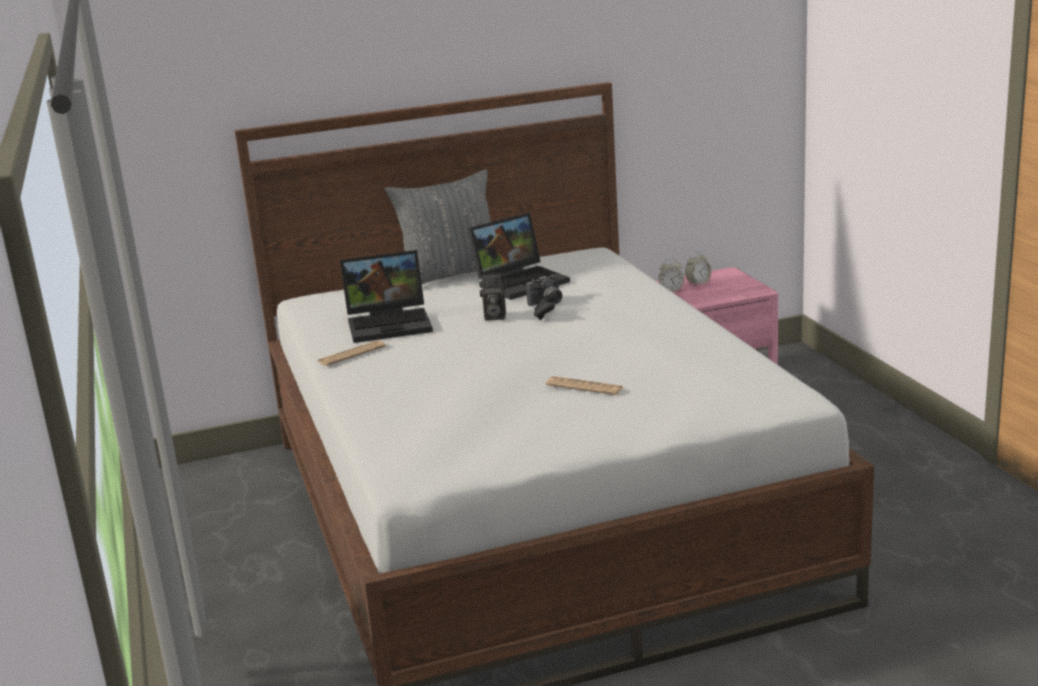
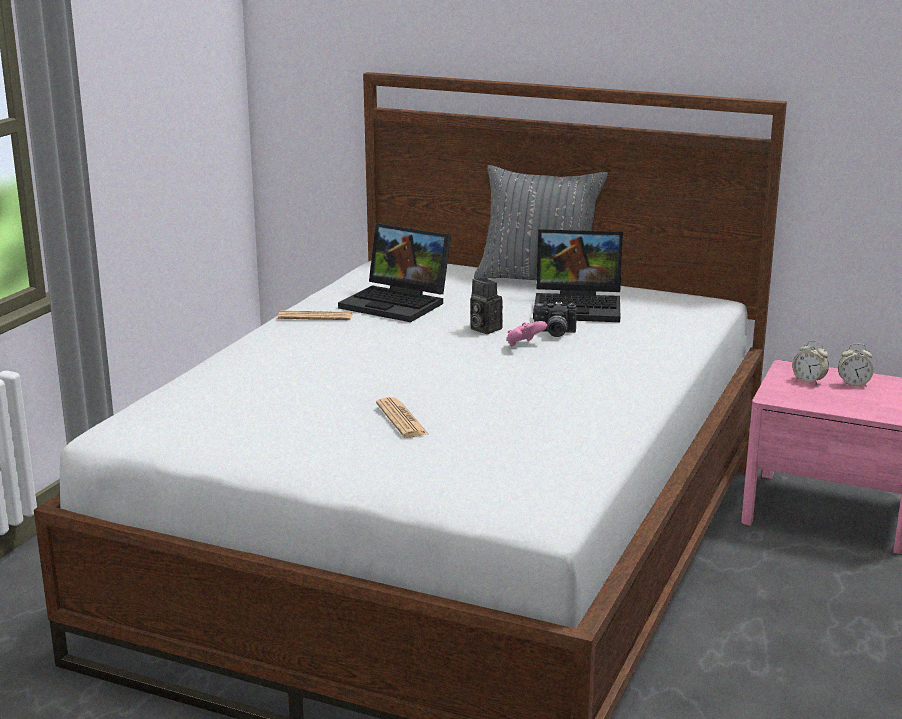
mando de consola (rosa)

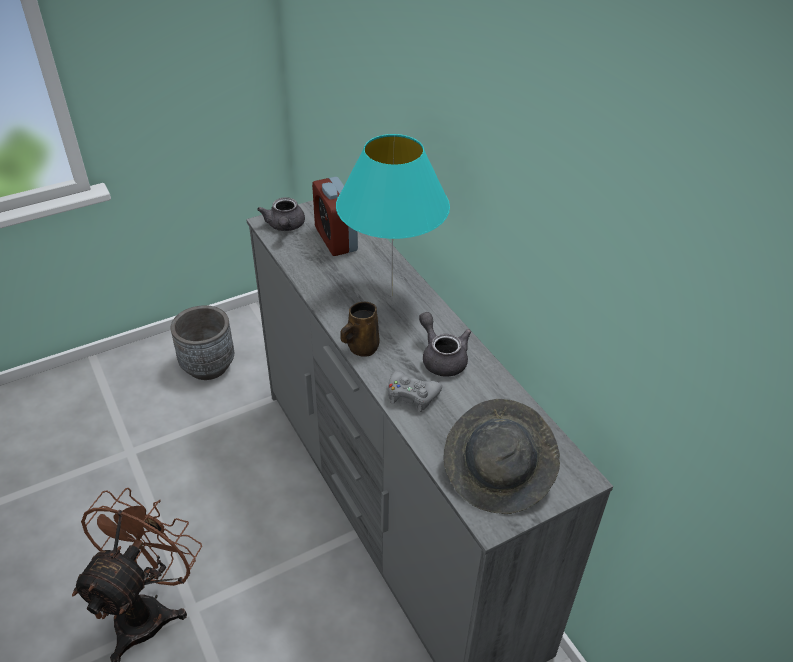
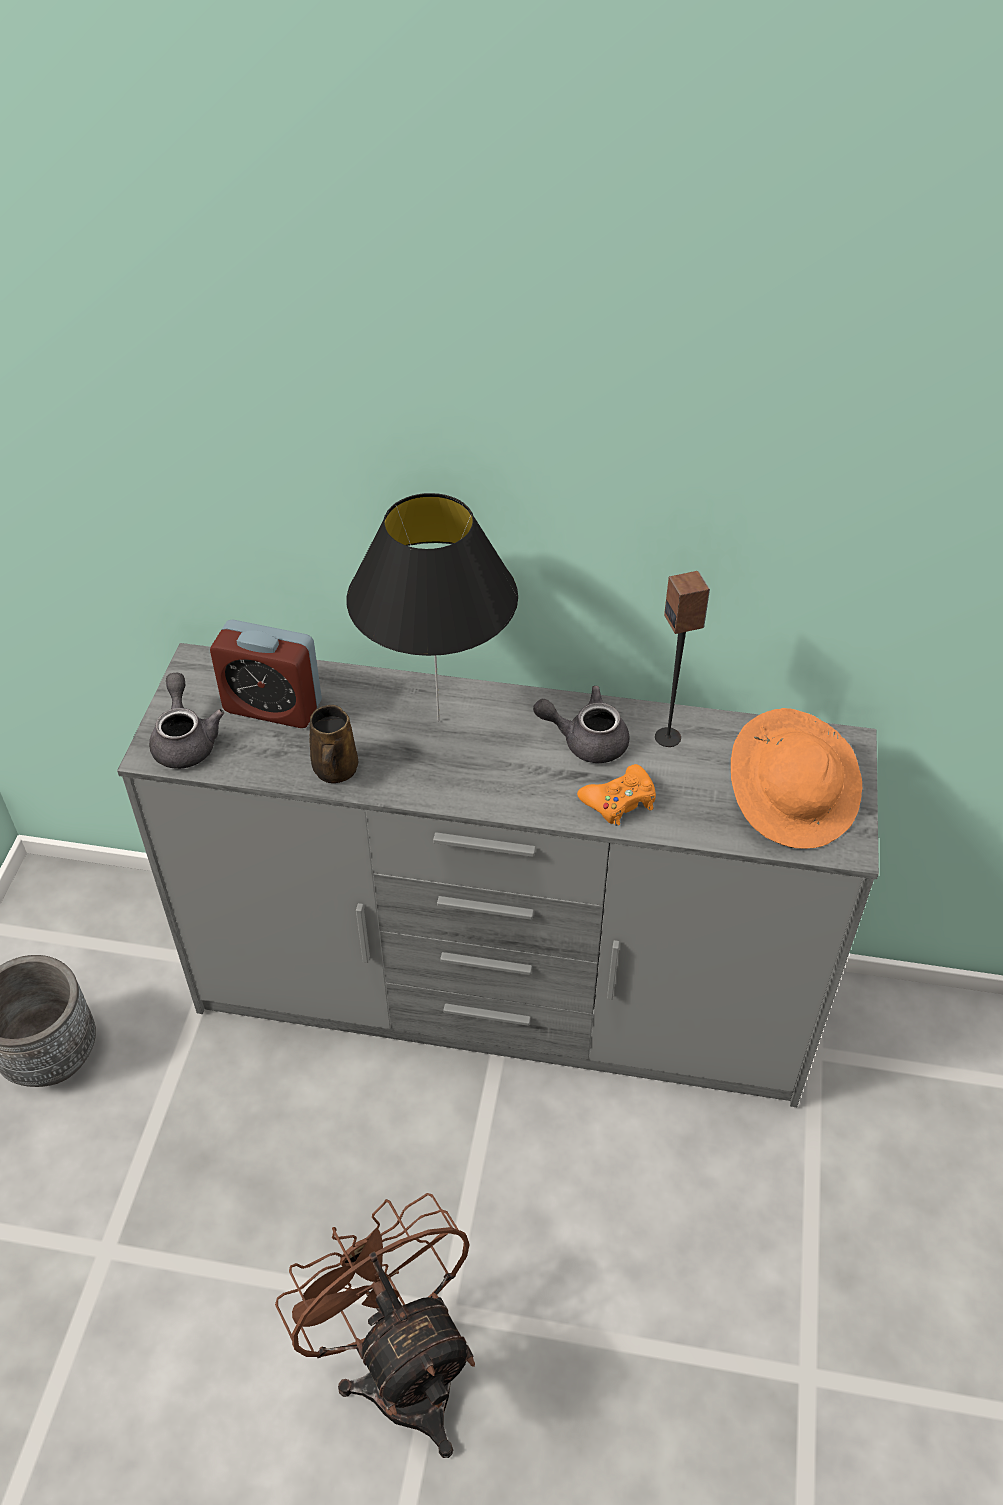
tetera (gris) (1st from left)
taza grande (marrón)
lámpara de mesa (negro)
mando de consola (naranja)
altavoz
sombrero (naranja)

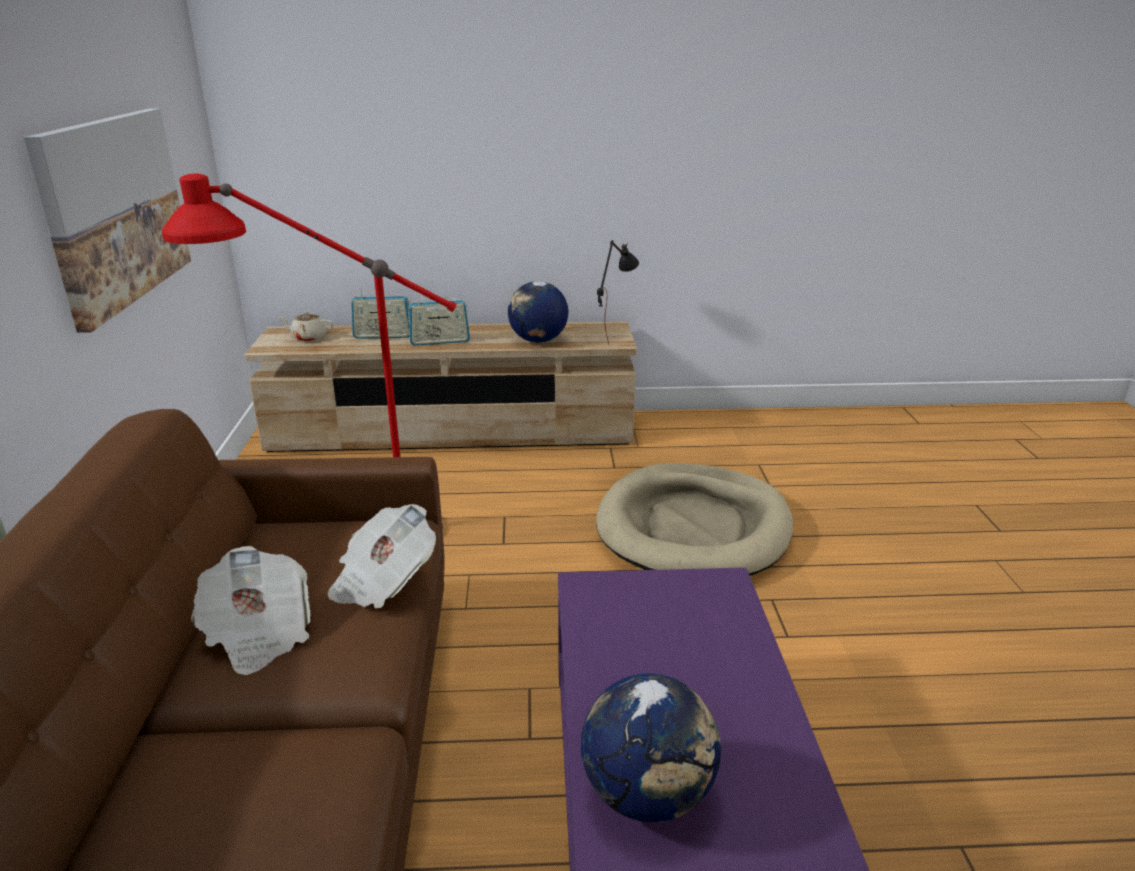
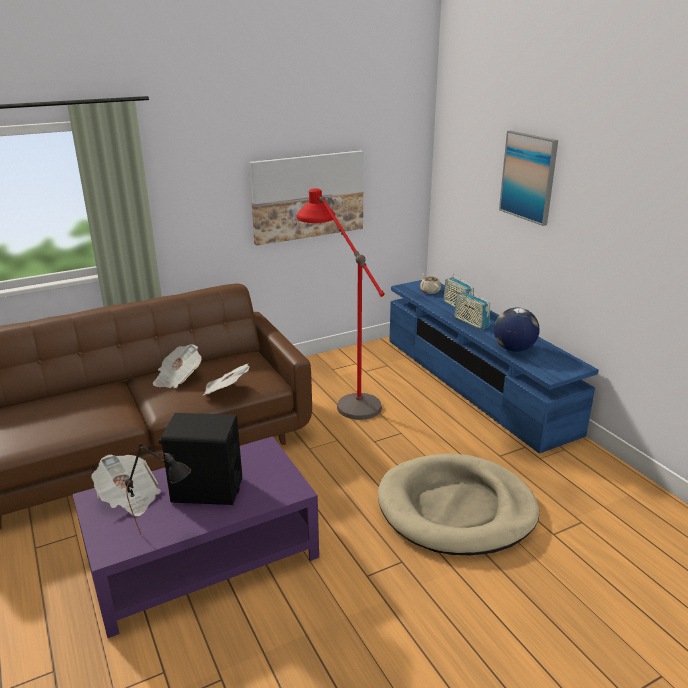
periódico (1st from left)
lámpara de mesa (negro)
altavoz (negro)
mueble de televisión (azul)
cuadro (2nd from left)

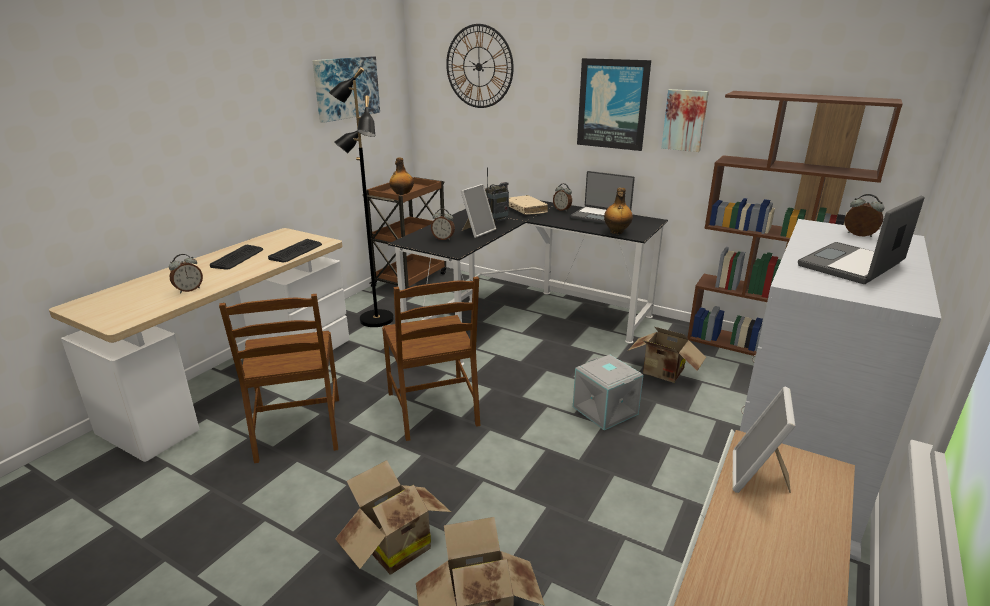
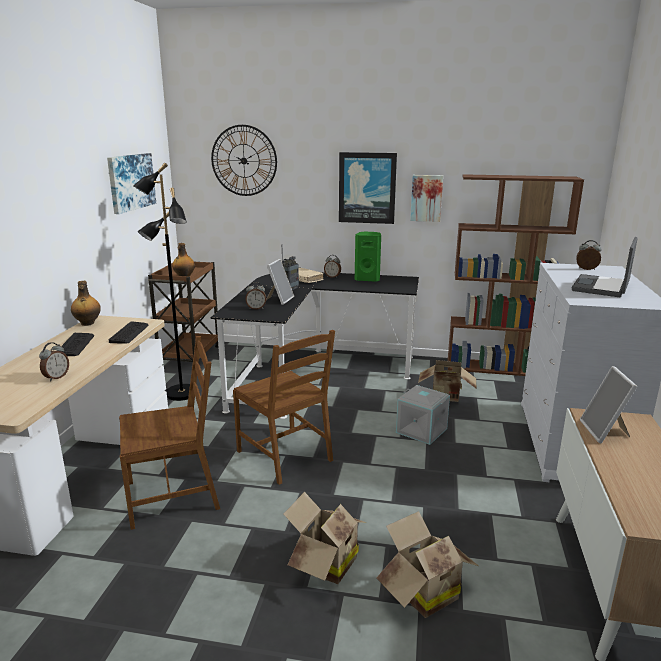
botella (1st from left)
silla (marrón) (1st from left)
altavoz (verde)

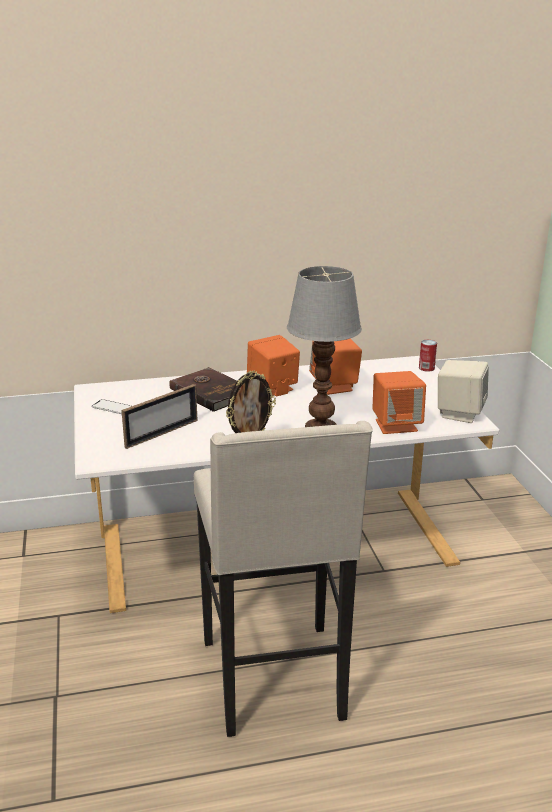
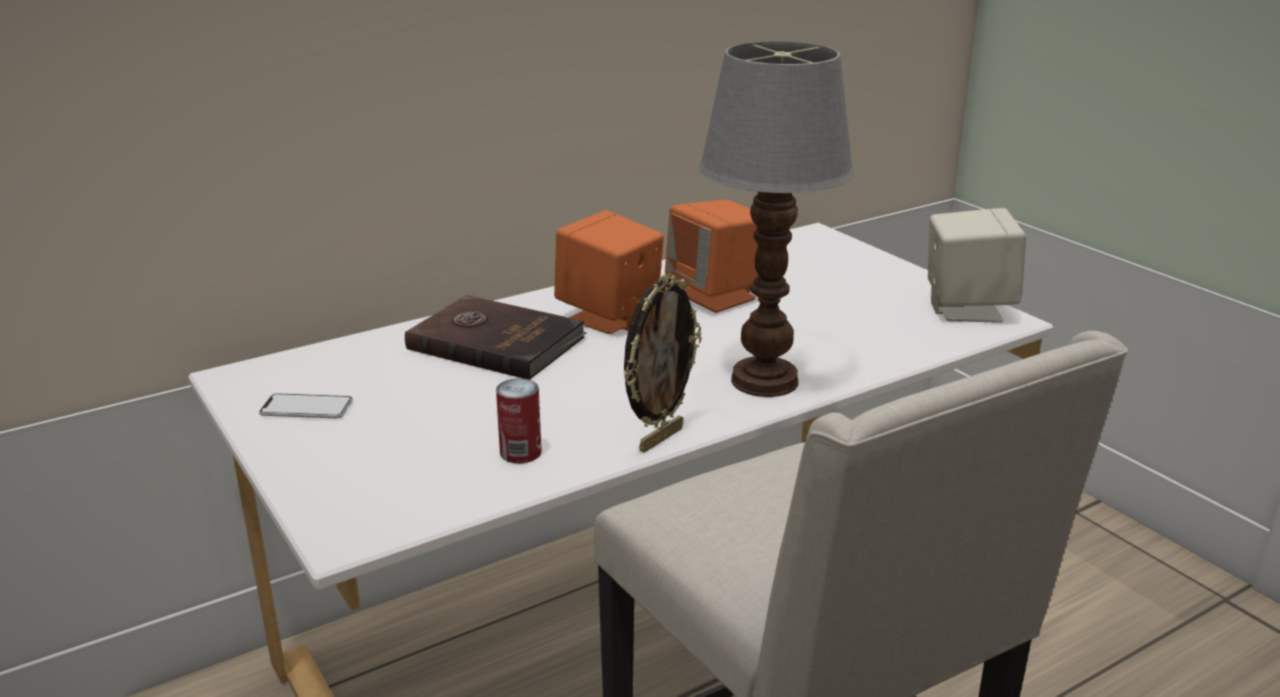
lata
portarretratos (1st from left in the first image)
altavoz (naranja) (3rd from left in the first image)

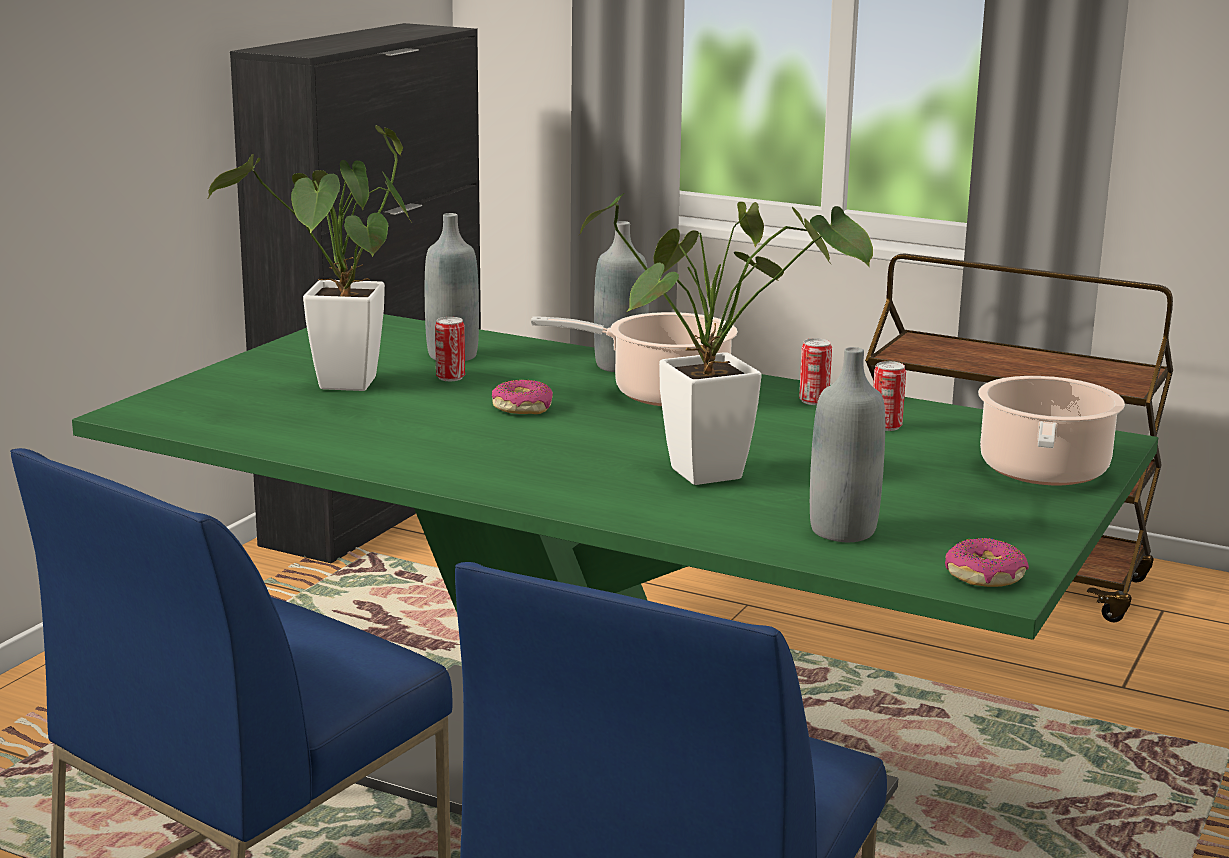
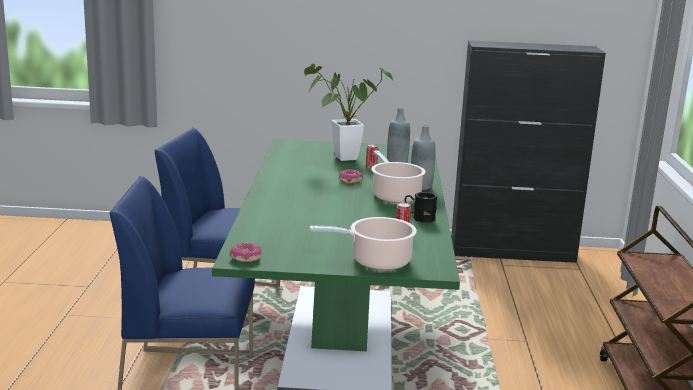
taza grande (negro)
planta en maceta (2nd from left in the first image)
botella (gris) (3rd from left in the first image)

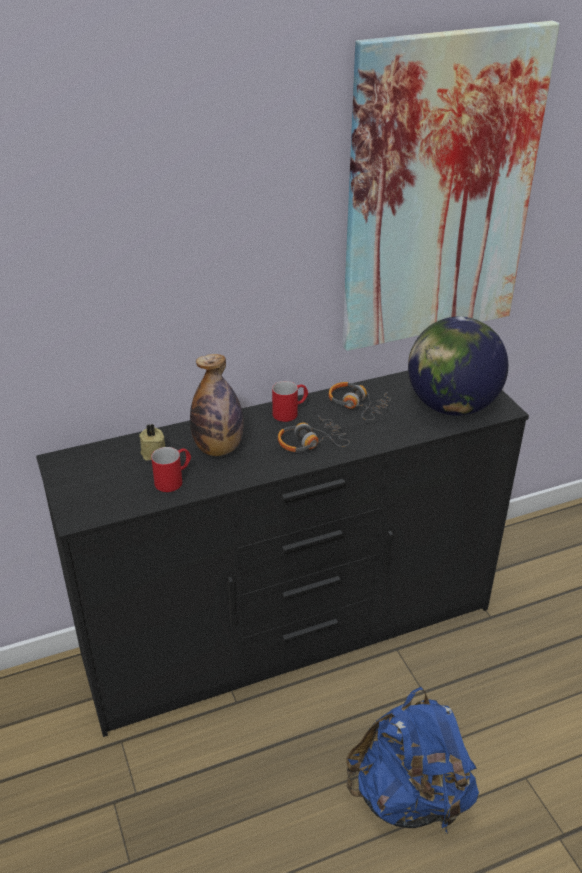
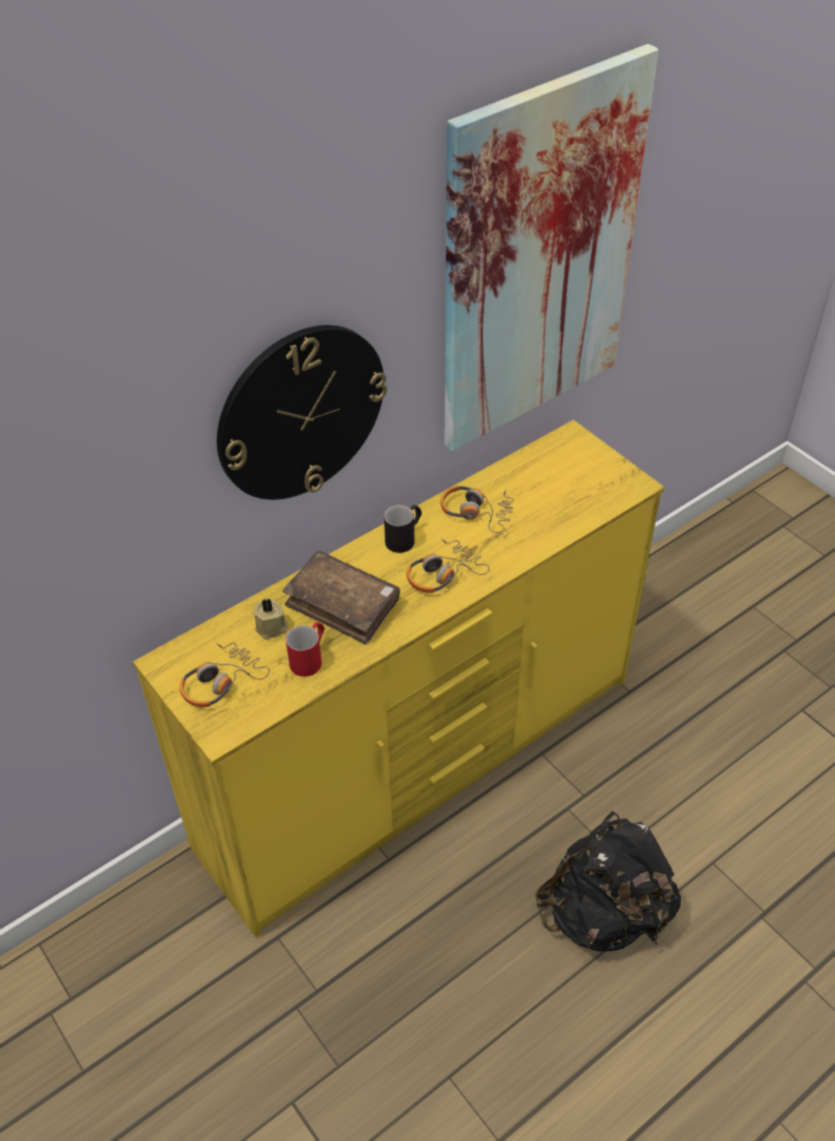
cómoda (amarillo)
auriculares (1st from left)
reloj de pared
libro (marrón)
taza grande (negro)
mochila (negro)
globo terráqueo

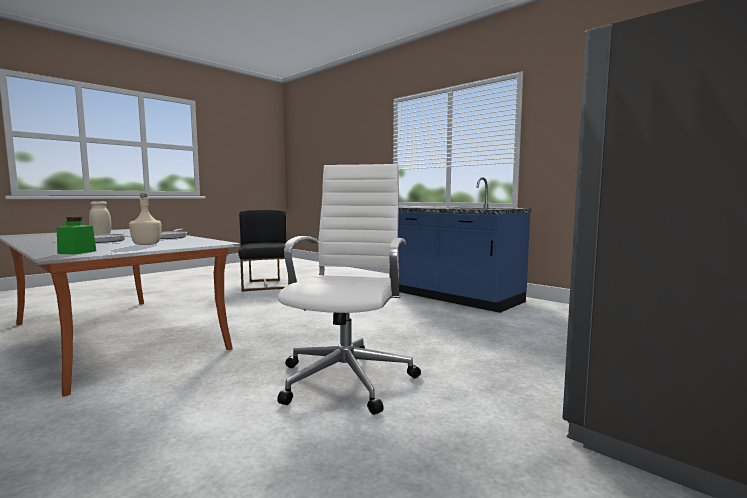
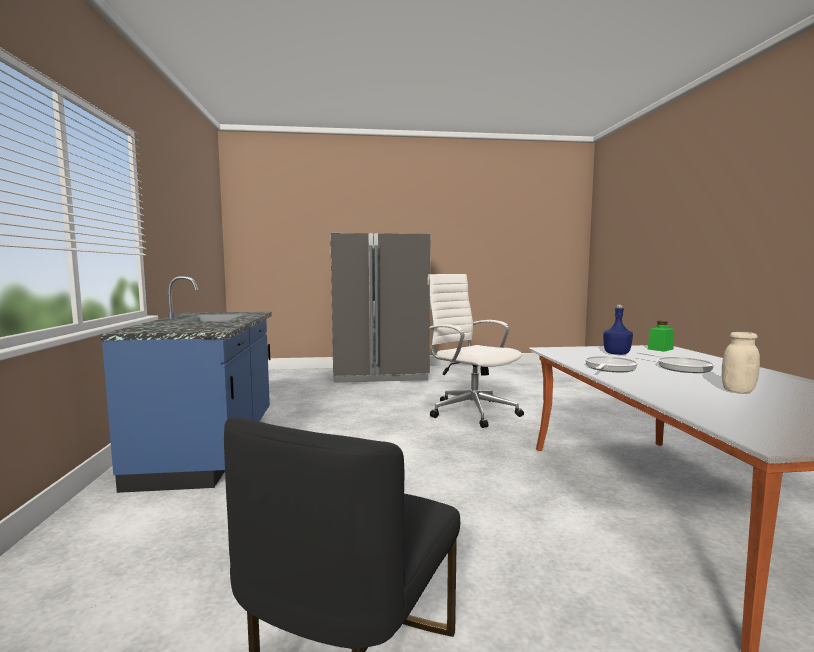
silla de oficina (blanco)
botella (azul)

